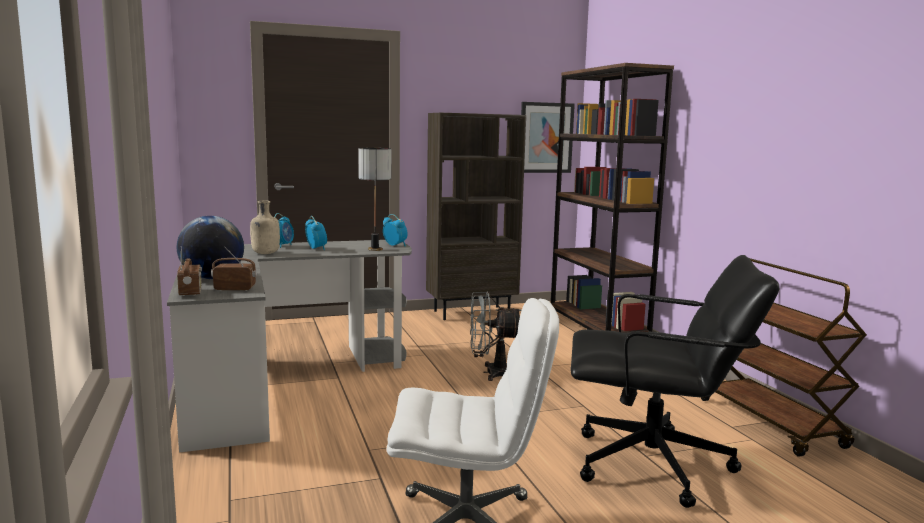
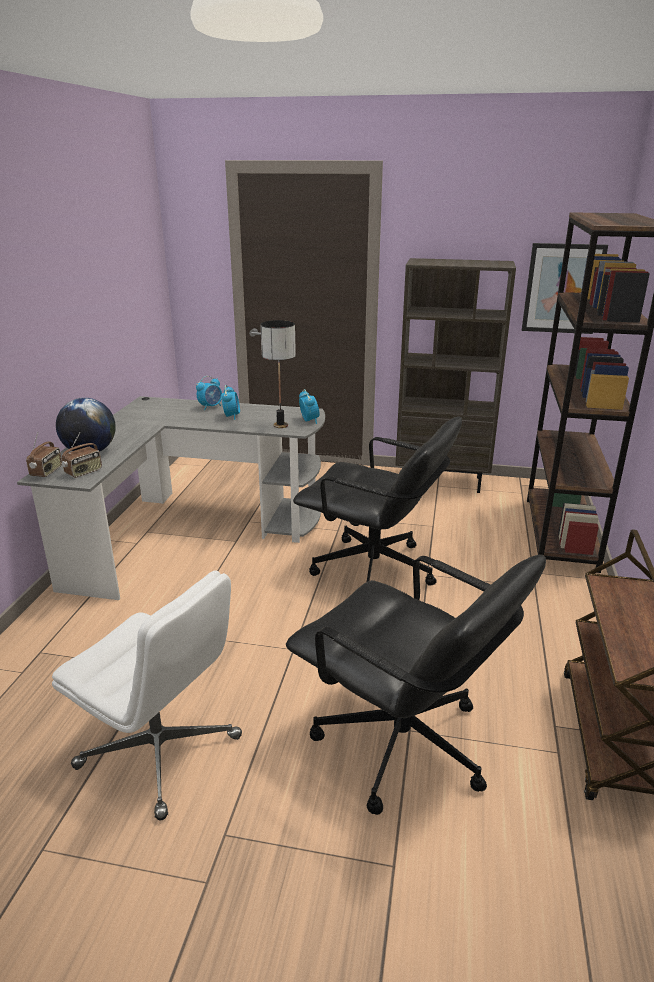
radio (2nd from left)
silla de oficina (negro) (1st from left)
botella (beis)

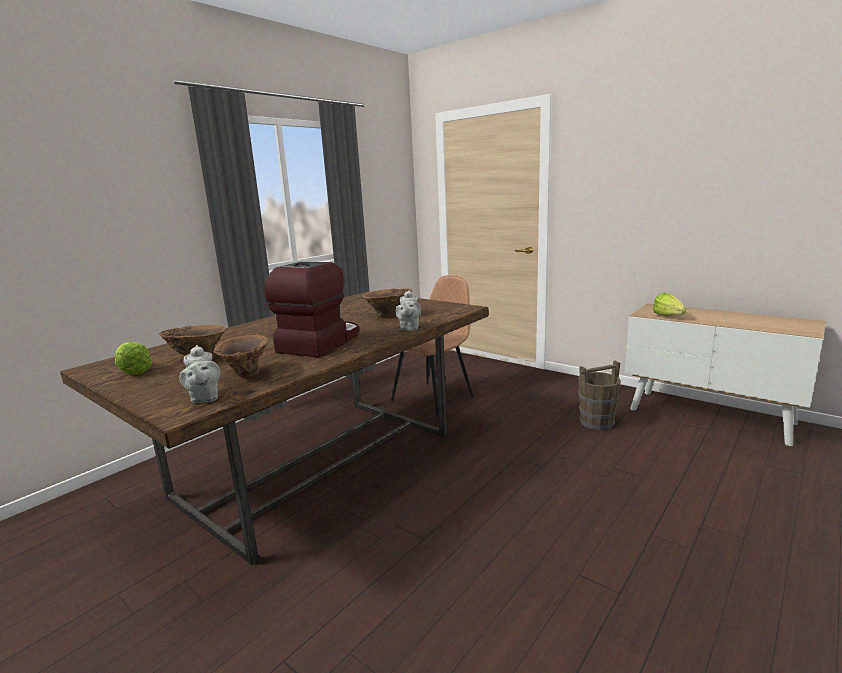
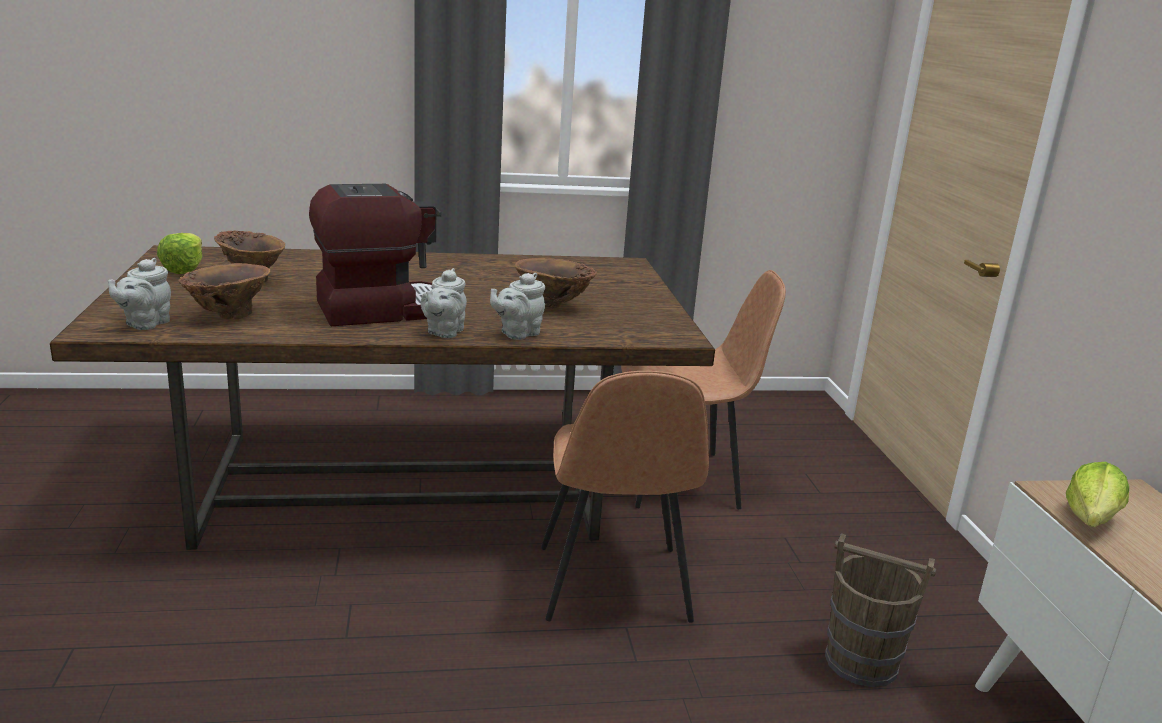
tetera (gris) (2nd from left)
silla (marrón) (1st from left)

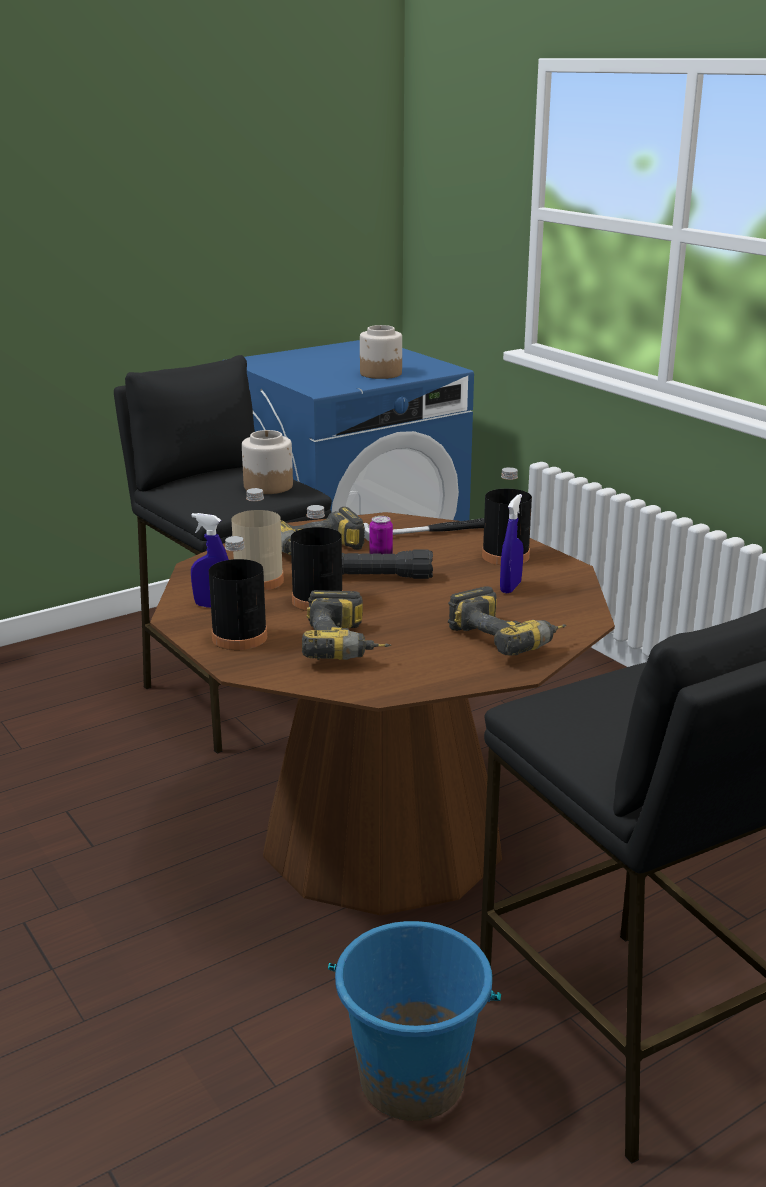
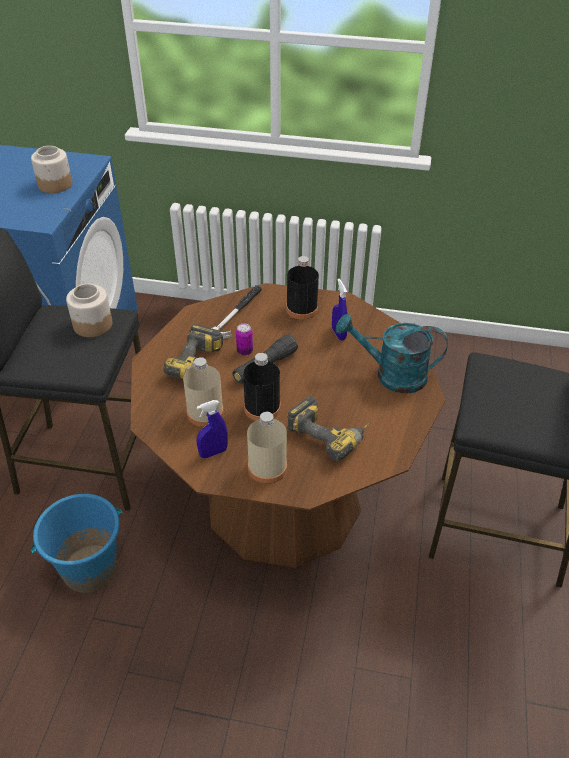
cubo (azul)
botella (beis) (2nd from left)
regadera (turquesa)

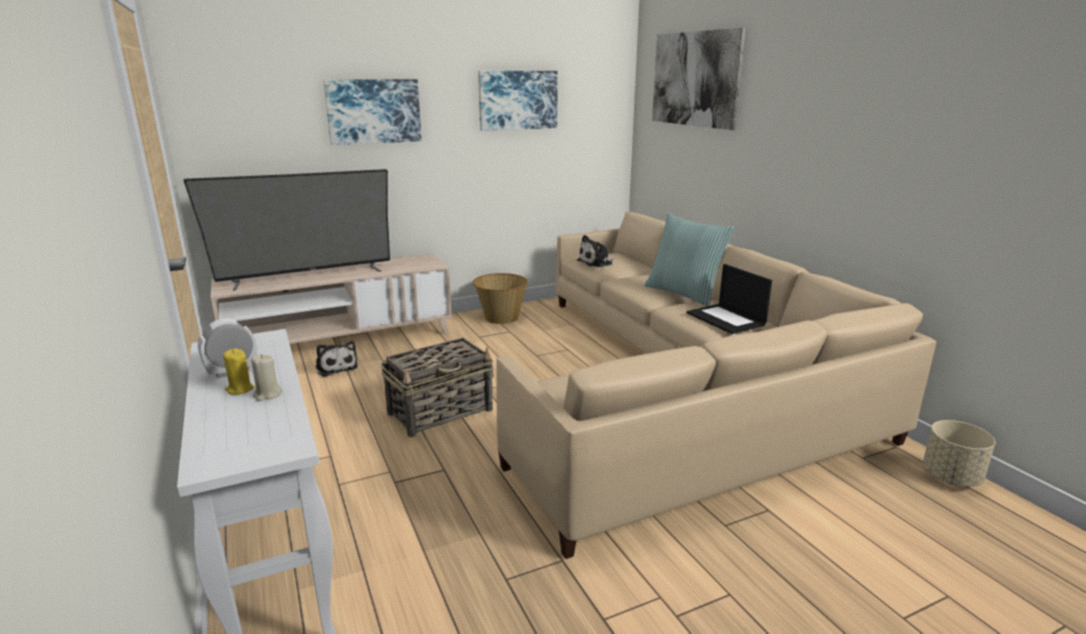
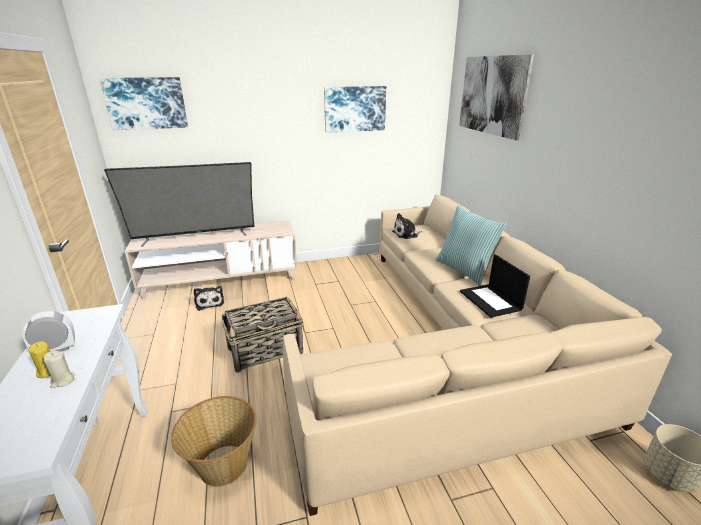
cuadro (1st from left)
cesta (1st from left)

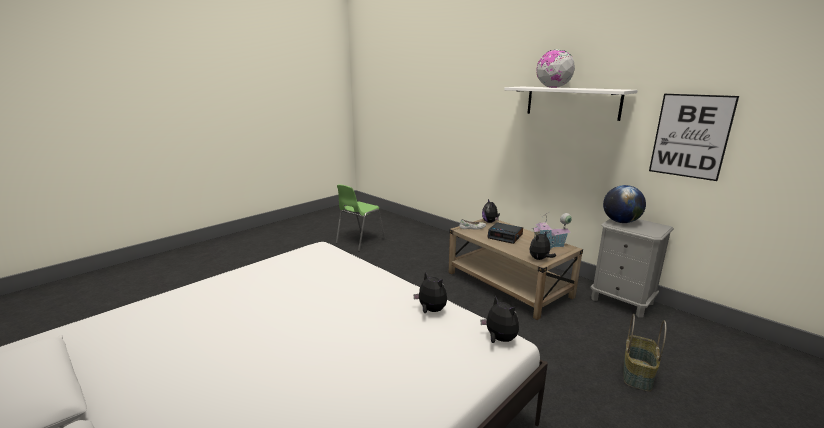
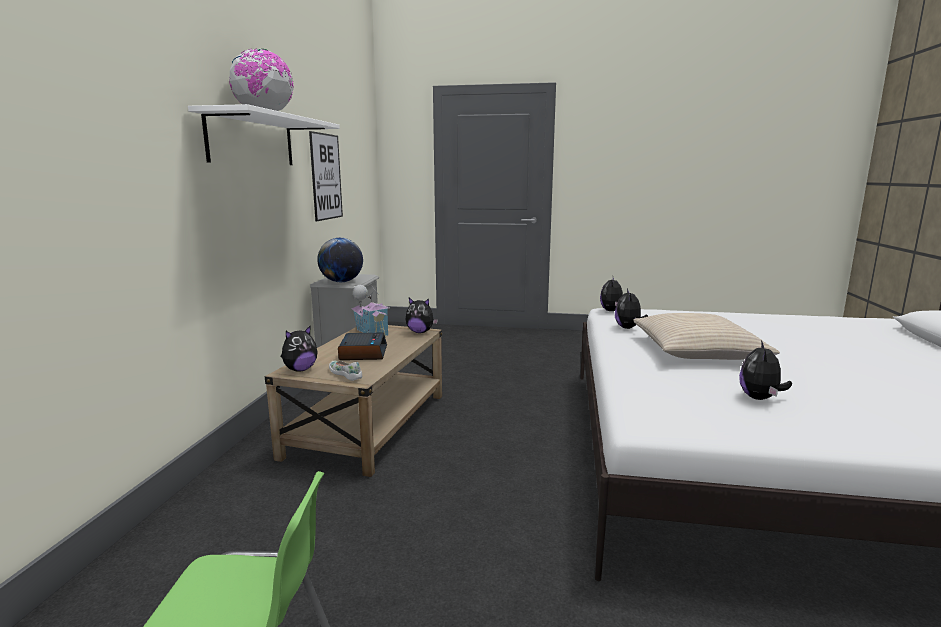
cojín (beis)
peluche (5th from left)
cesta

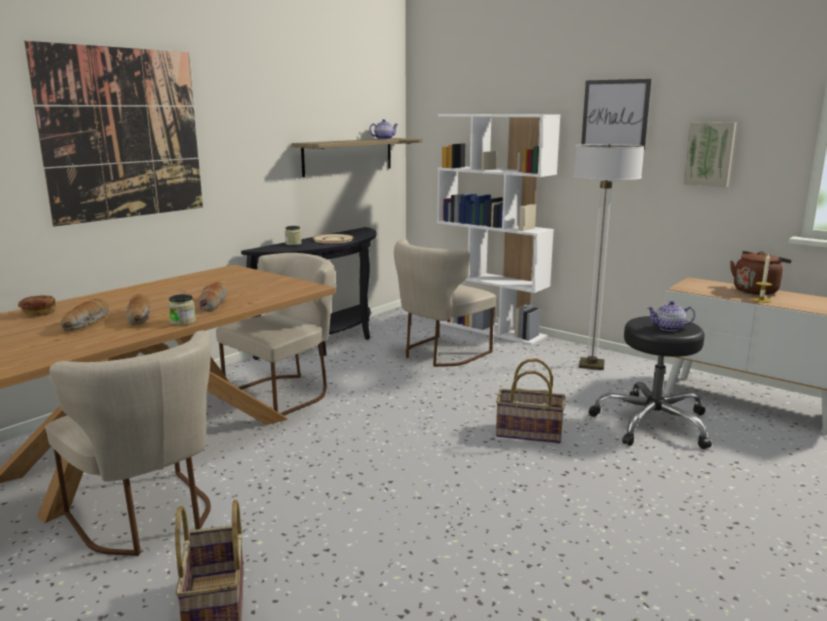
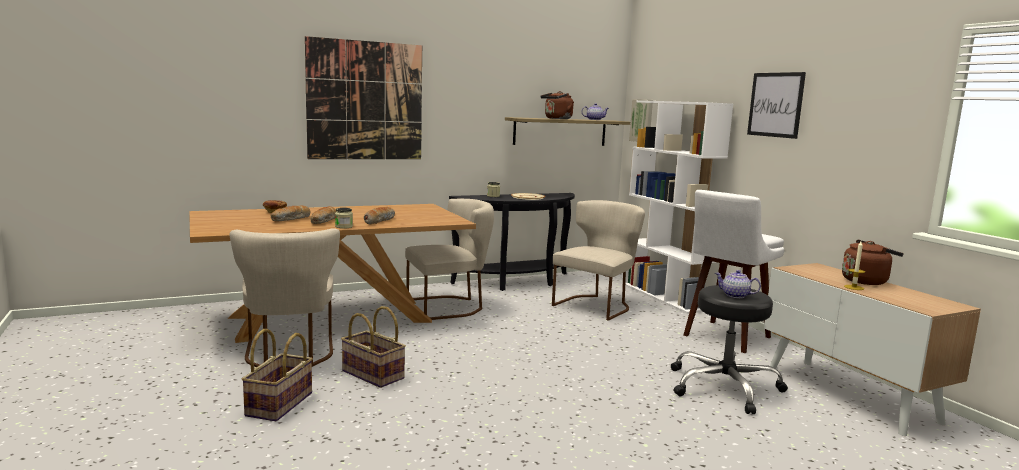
cesta (2nd from left)
hervidor (marrón) (1st from left)
silla (beis) (3rd from left)
cuadro (2nd from left)
taburete (blanco)

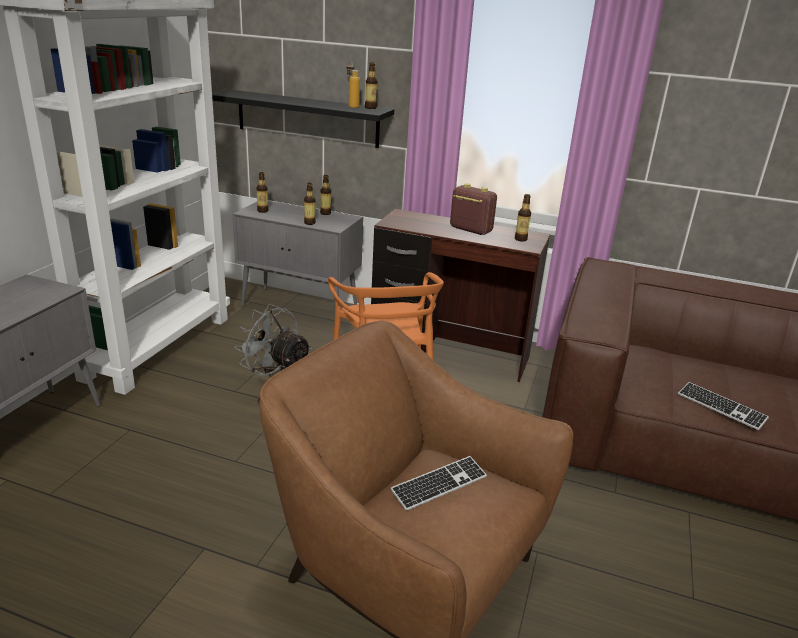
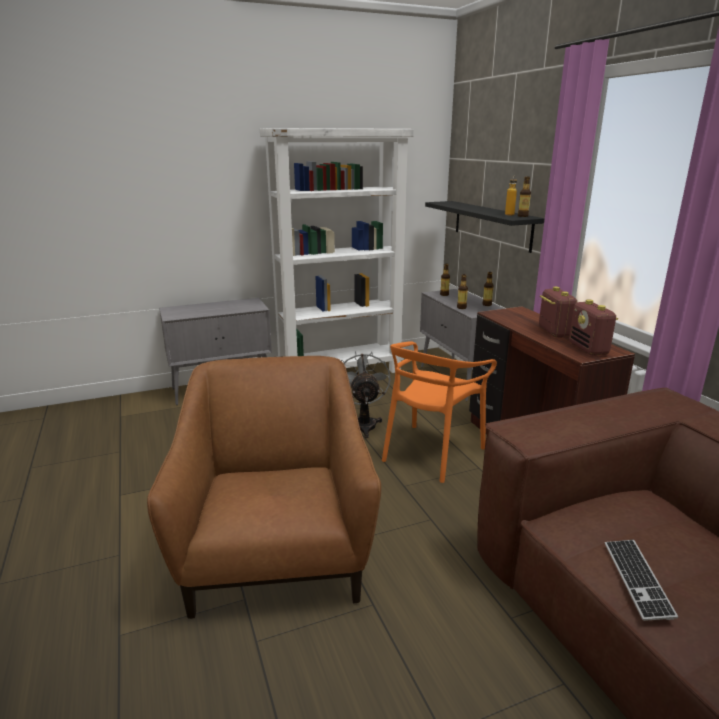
radio (2nd from left)
teclado (1st from left in the first image)

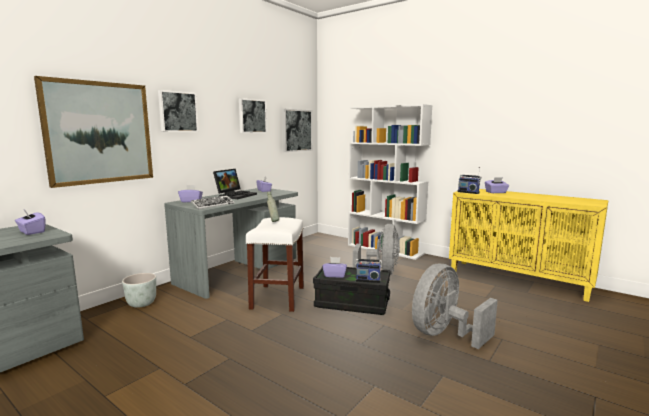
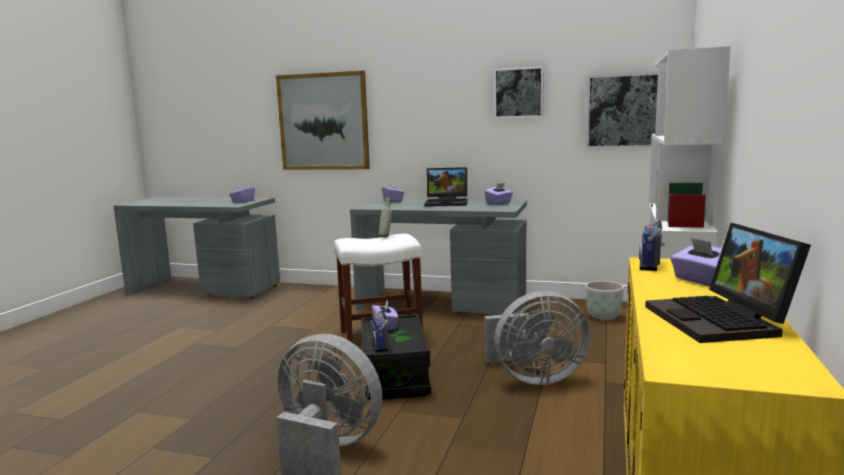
maceta (gris)
portátil (2nd from left)
cuadro (2nd from left in the first image)
teclado

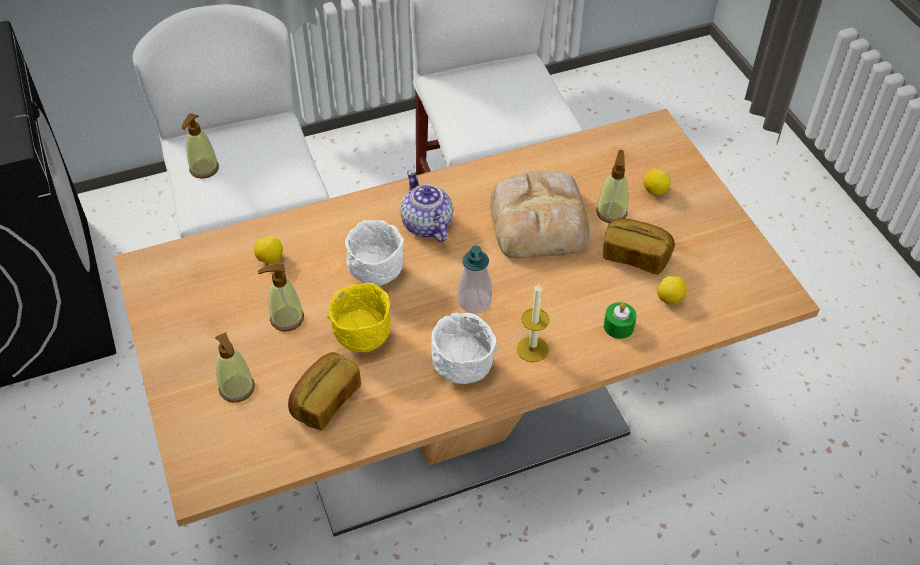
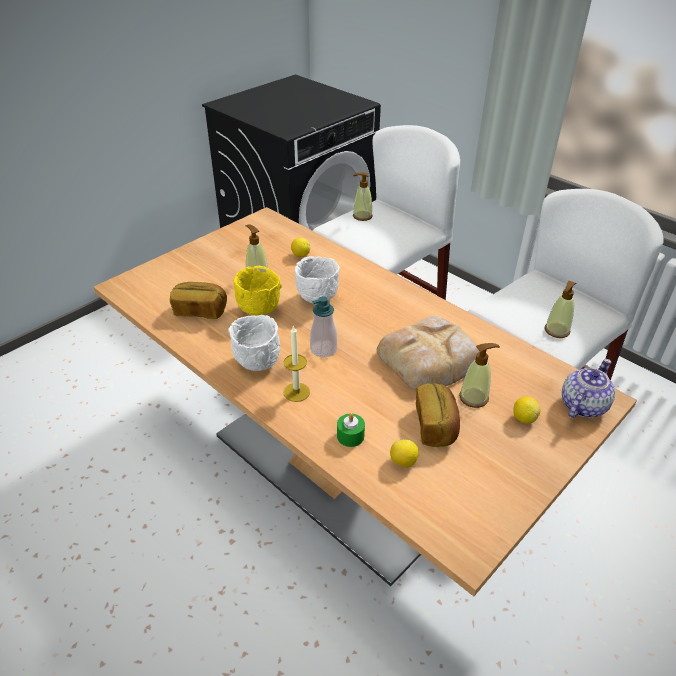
dispensador de jabón (5th from left)
tetera

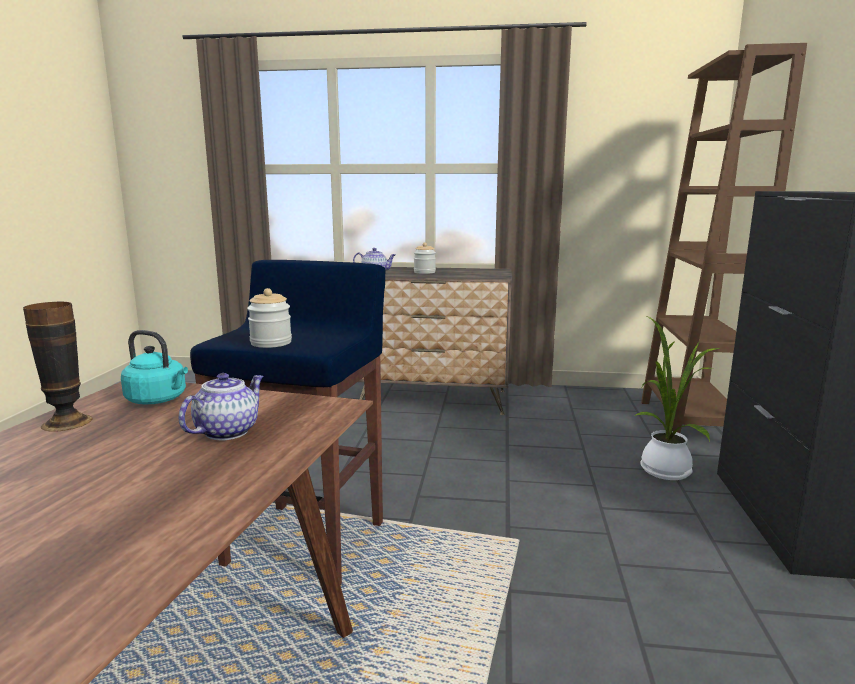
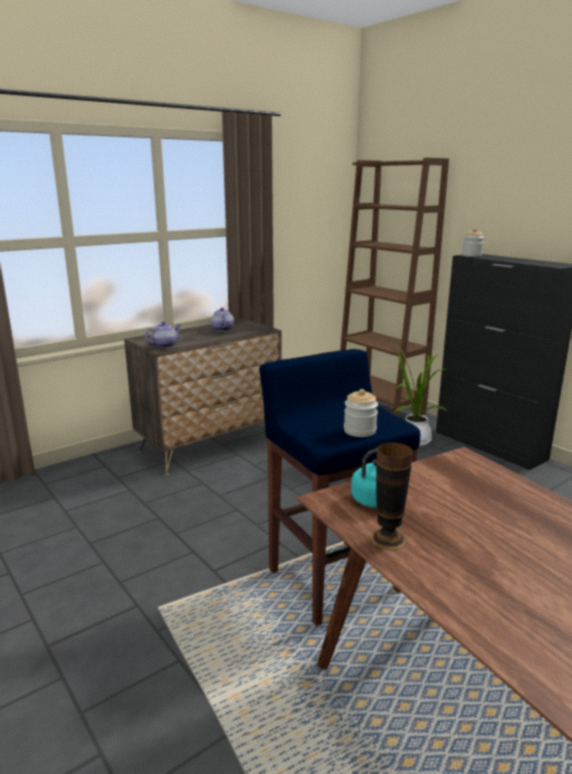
tetera (2nd from left)
tarro (2nd from left)

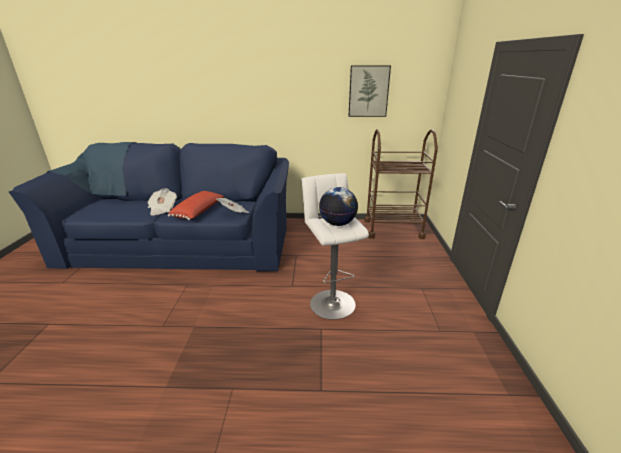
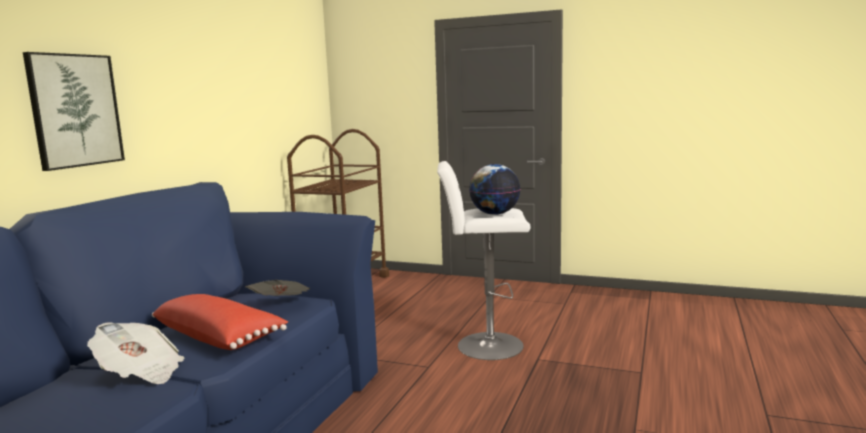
cuadro

